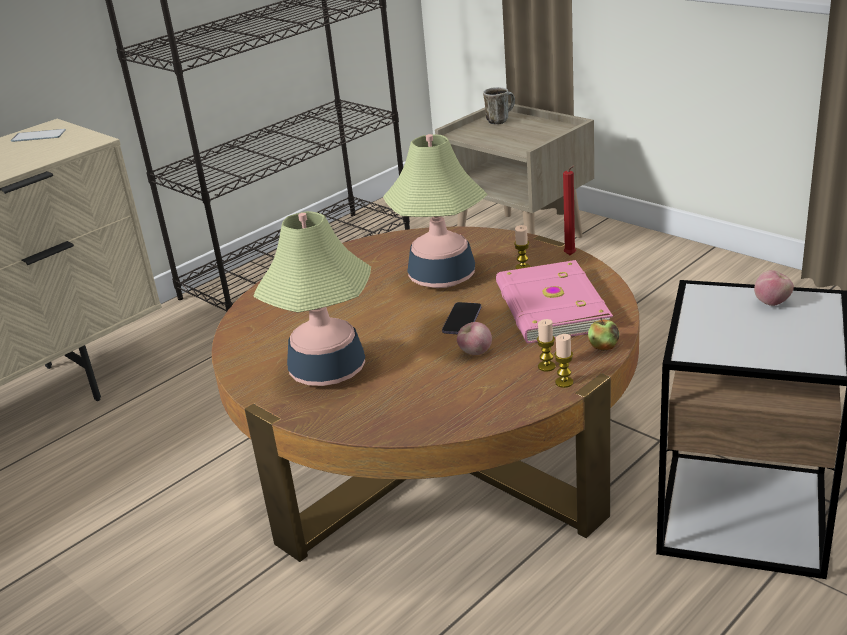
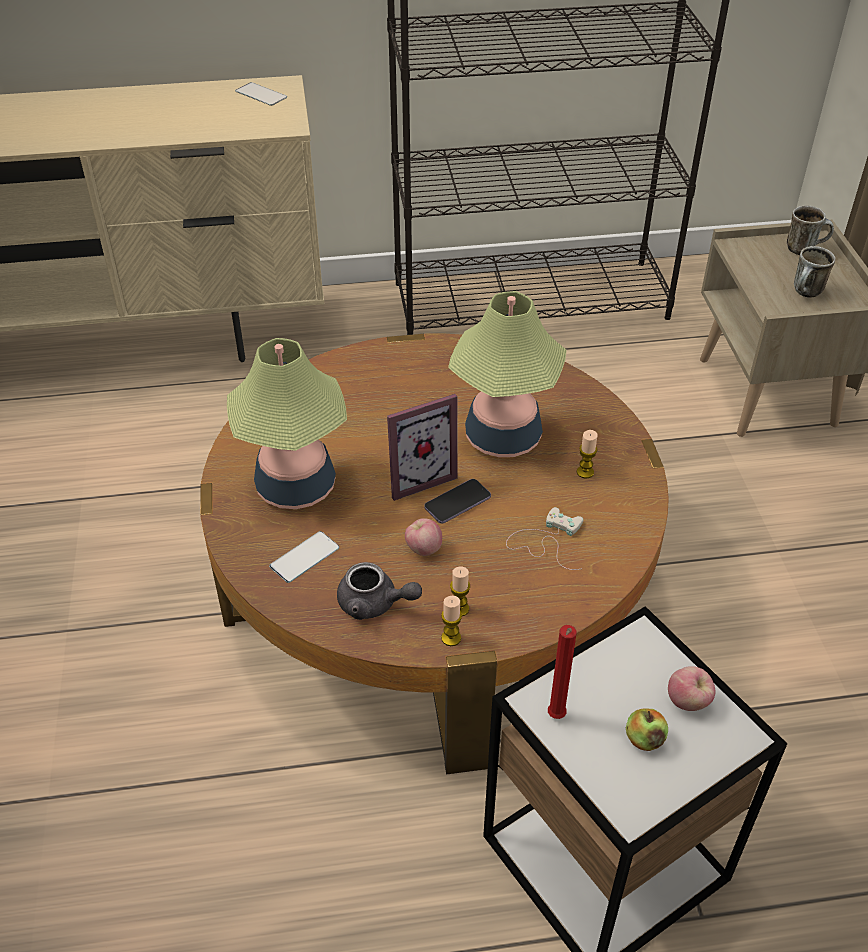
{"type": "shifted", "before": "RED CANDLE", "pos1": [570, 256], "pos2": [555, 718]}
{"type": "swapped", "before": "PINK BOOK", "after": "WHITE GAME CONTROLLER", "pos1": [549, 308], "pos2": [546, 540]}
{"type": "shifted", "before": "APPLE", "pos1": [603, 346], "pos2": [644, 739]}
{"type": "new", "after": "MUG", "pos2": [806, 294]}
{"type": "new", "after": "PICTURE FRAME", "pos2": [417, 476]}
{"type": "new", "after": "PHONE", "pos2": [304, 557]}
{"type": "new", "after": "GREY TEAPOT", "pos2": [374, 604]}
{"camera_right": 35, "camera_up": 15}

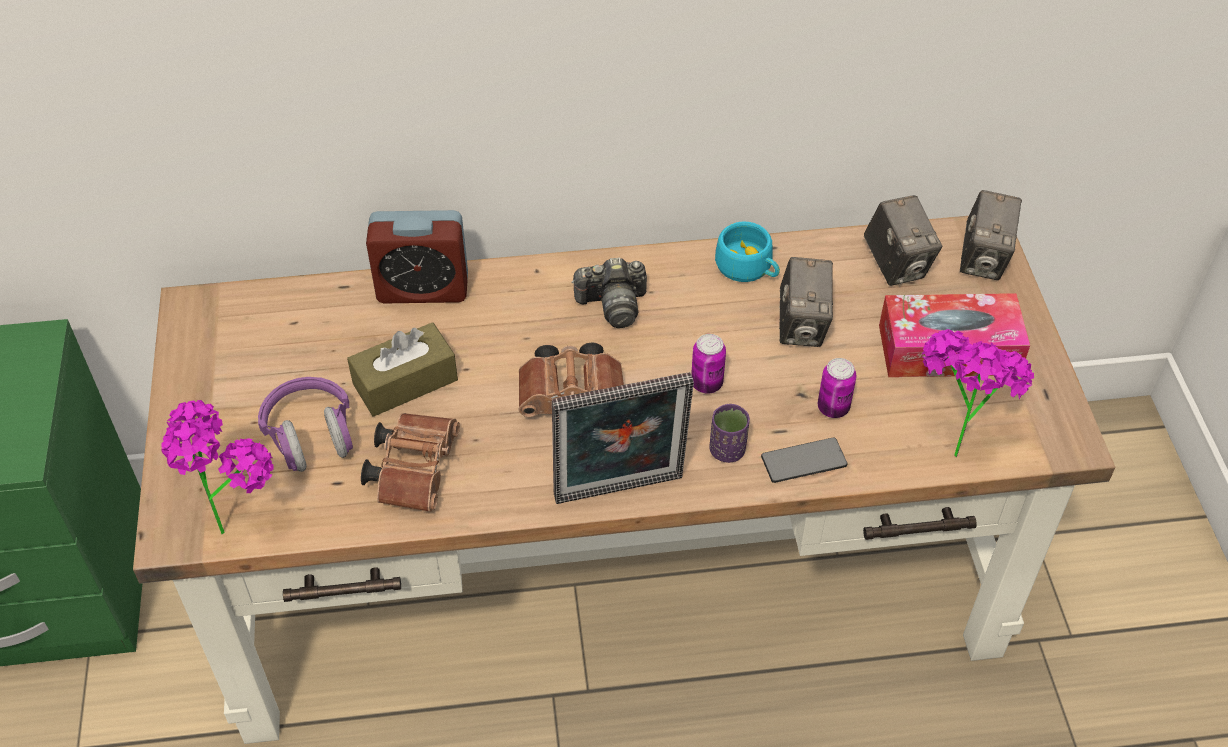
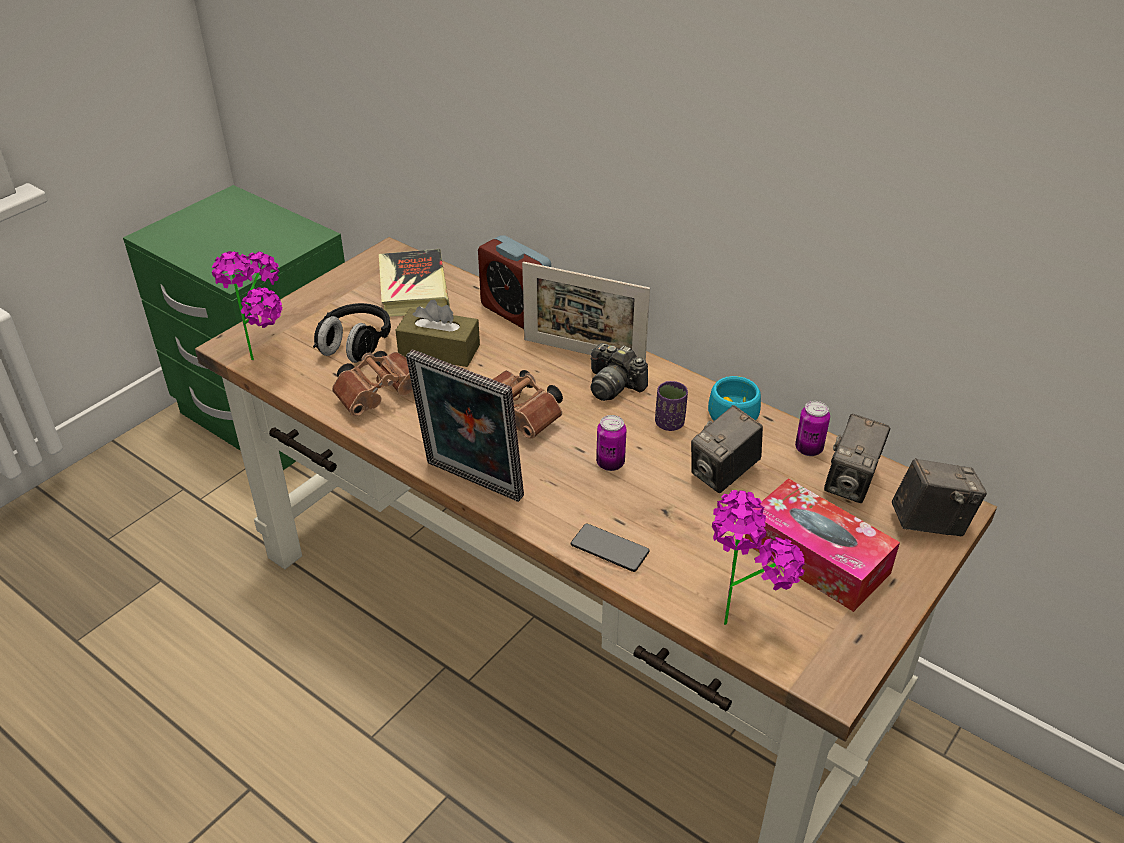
{"type": "rotated", "before": "PHOTO CAMERA", "pos1": [983, 260], "pos2": [929, 523], "turn": -150}
{"type": "shifted", "before": "CAN", "pos1": [833, 408], "pos2": [808, 449]}
{"type": "repainted", "before": "PURPLE HEADPHONES", "after": "BLACK HEADPHONES", "pos1": [311, 437], "pos2": [355, 345]}
{"type": "shifted", "before": "PURPLE CUP", "pos1": [727, 450], "pos2": [669, 423]}
{"type": "new", "after": "BOOK", "pos2": [413, 289]}
{"type": "new", "after": "PICTURE FRAME", "pos2": [583, 353]}
{"camera_right": 45, "camera_up": -10}

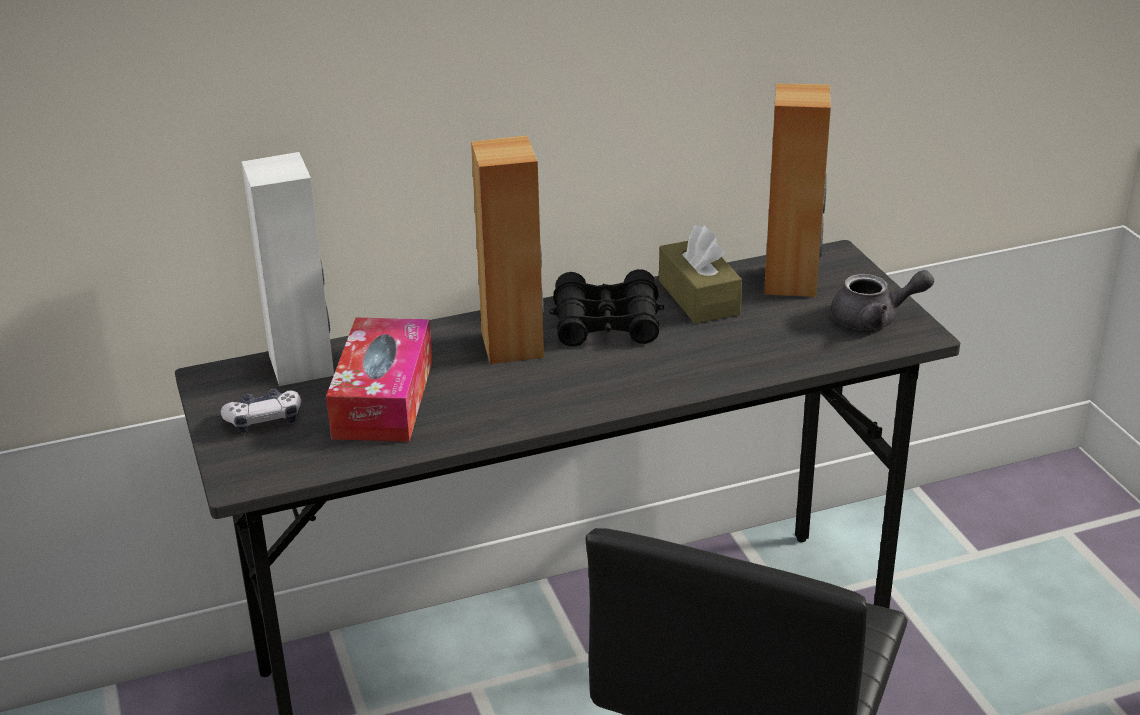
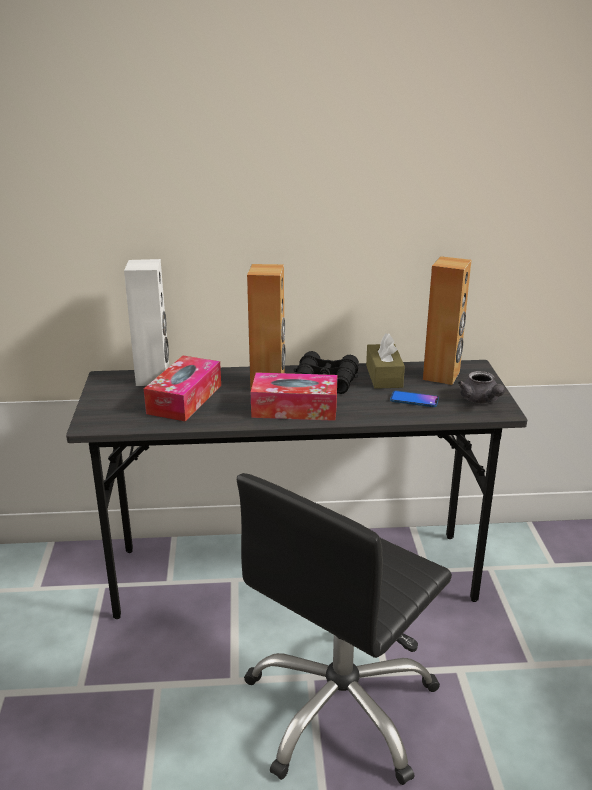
{"type": "rotated", "before": "GREY TEAPOT", "pos1": [874, 319], "pos2": [481, 400], "turn": 60}
{"type": "gone", "before": "GAME CONTROLLER", "pos1": [264, 420]}
{"type": "new", "after": "TISSUE BOX", "pos2": [294, 408]}
{"type": "new", "after": "PHONE", "pos2": [414, 400]}
{"camera_right": 15, "camera_up": -5}

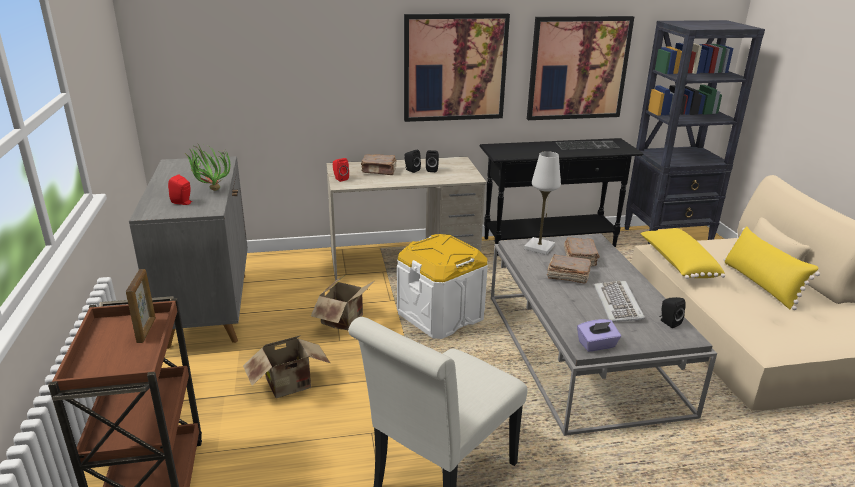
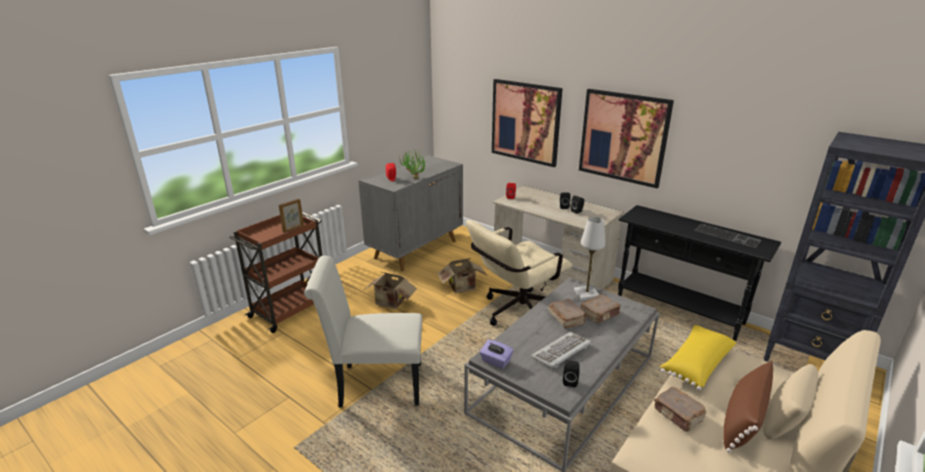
{"type": "shifted", "before": "PICTURE", "pos1": [578, 68], "pos2": [525, 122]}
{"type": "shifted", "before": "BROWN BOOK", "pos1": [379, 171], "pos2": [678, 415]}
{"type": "repainted", "before": "YELLOW PILLOW", "after": "BROWN PILLOW", "pos1": [760, 284], "pos2": [743, 420]}
{"type": "swapped", "before": "WHITE STORAGE BOX", "after": "BEIGE OFFICE CHAIR", "pos1": [440, 315], "pos2": [516, 313]}
{"camera_right": 50, "camera_up": 0}

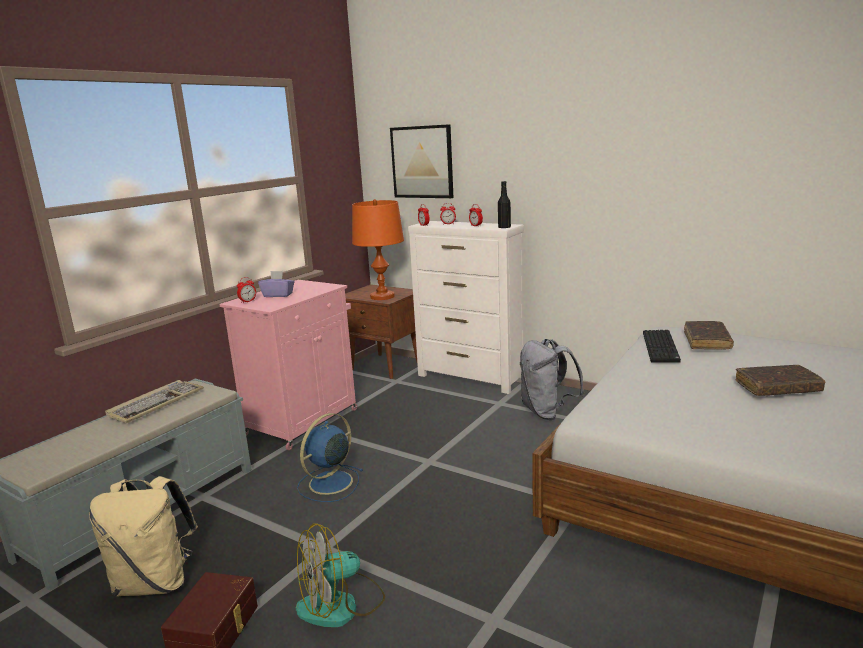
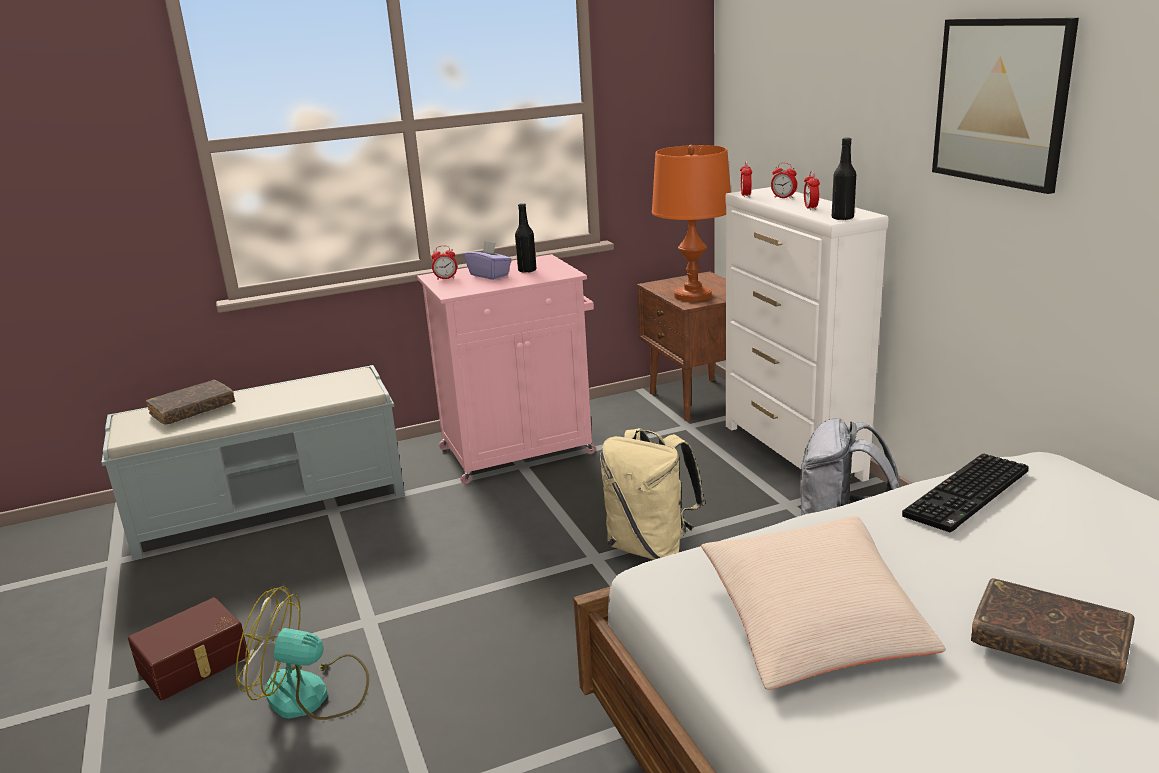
{"type": "shifted", "before": "PICTURE", "pos1": [422, 162], "pos2": [1001, 102]}
{"type": "shifted", "before": "BROWN BOOK", "pos1": [707, 341], "pos2": [193, 410]}
{"type": "gone", "before": "KEYBOARD", "pos1": [156, 404]}
{"type": "gone", "before": "BLUE FAN", "pos1": [329, 483]}
{"type": "shifted", "before": "BEIGE BACKPACK", "pos1": [155, 582], "pos2": [650, 547]}
{"type": "new", "after": "BLACK BOTTLE", "pos2": [527, 270]}
{"type": "new", "after": "BEIGE PILLOW", "pos2": [814, 626]}
{"camera_right": 35, "camera_up": 5}

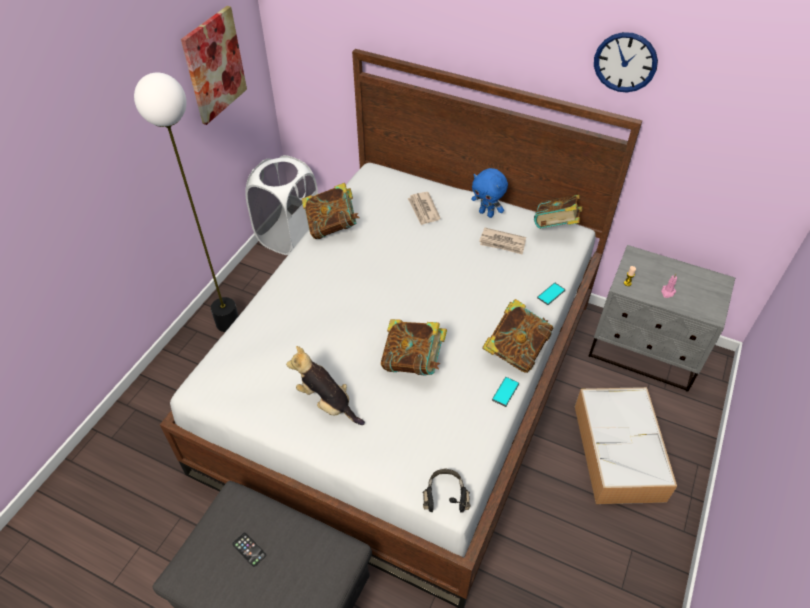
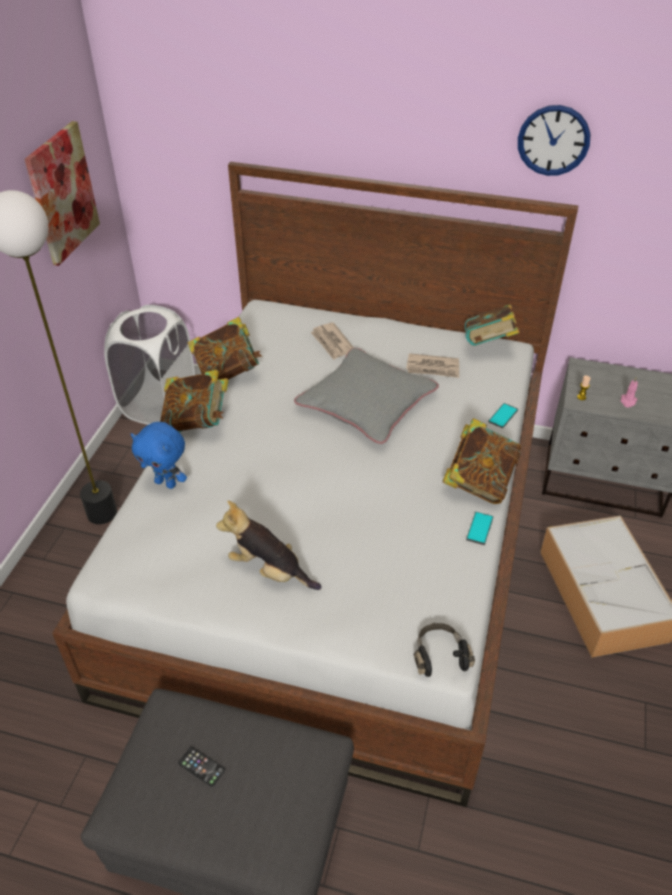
{"type": "shifted", "before": "BLUE PLUSH TOY", "pos1": [487, 213], "pos2": [166, 483]}
{"type": "shifted", "before": "BOOK", "pos1": [413, 362], "pos2": [197, 422]}
{"type": "new", "after": "GREY PILLOW", "pos2": [366, 403]}
{"camera_right": -10, "camera_up": -5}

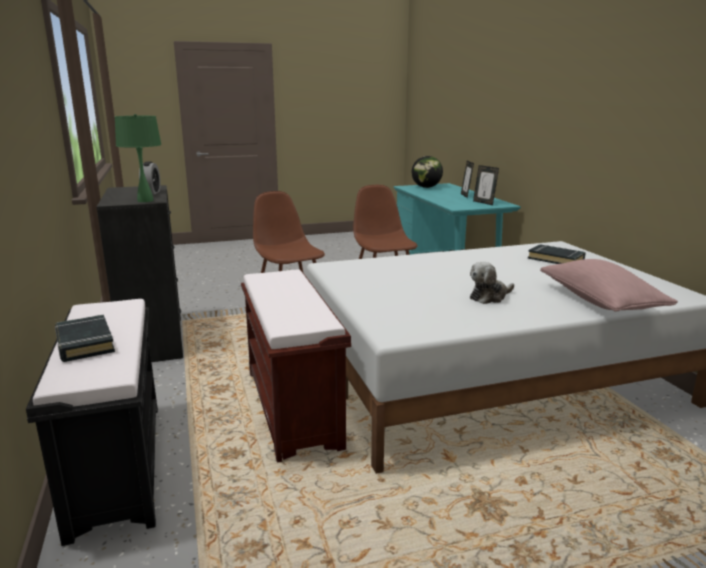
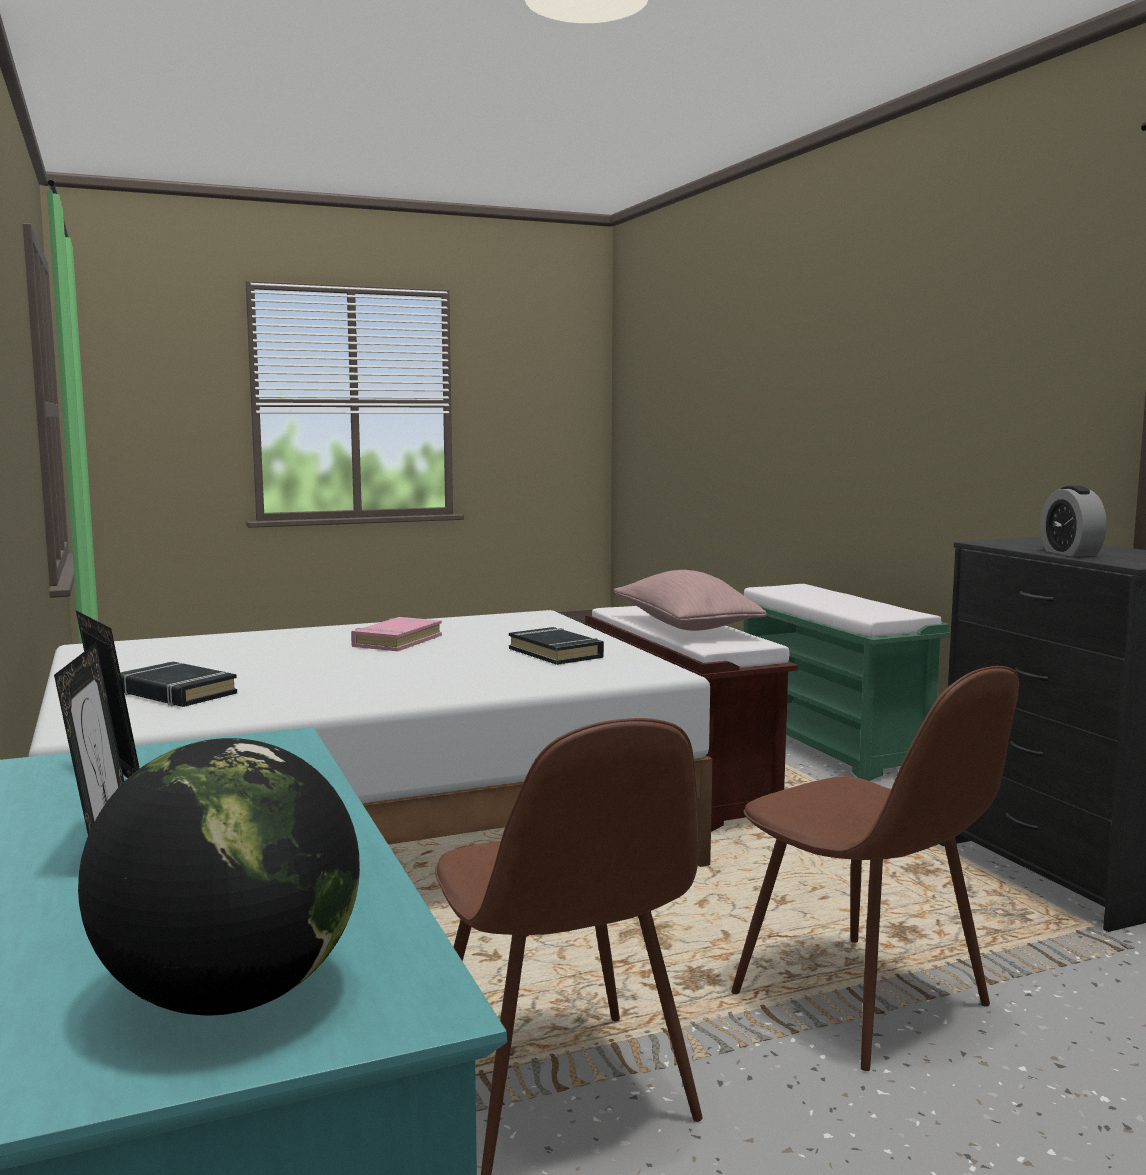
{"type": "gone", "before": "GREEN TABLE LAMP", "pos1": [145, 200]}
{"type": "shifted", "before": "PINK PILLOW", "pos1": [600, 302], "pos2": [685, 627]}
{"type": "swapped", "before": "PLUSH TOY", "after": "PINK BOOK", "pos1": [489, 297], "pos2": [396, 641]}
{"type": "repainted", "before": "BLACK BENCH", "after": "GREEN BENCH", "pos1": [117, 464], "pos2": [831, 746]}
{"type": "shifted", "before": "BLACK BOOK", "pos1": [84, 343], "pos2": [556, 653]}
{"camera_right": 175, "camera_up": -10}

